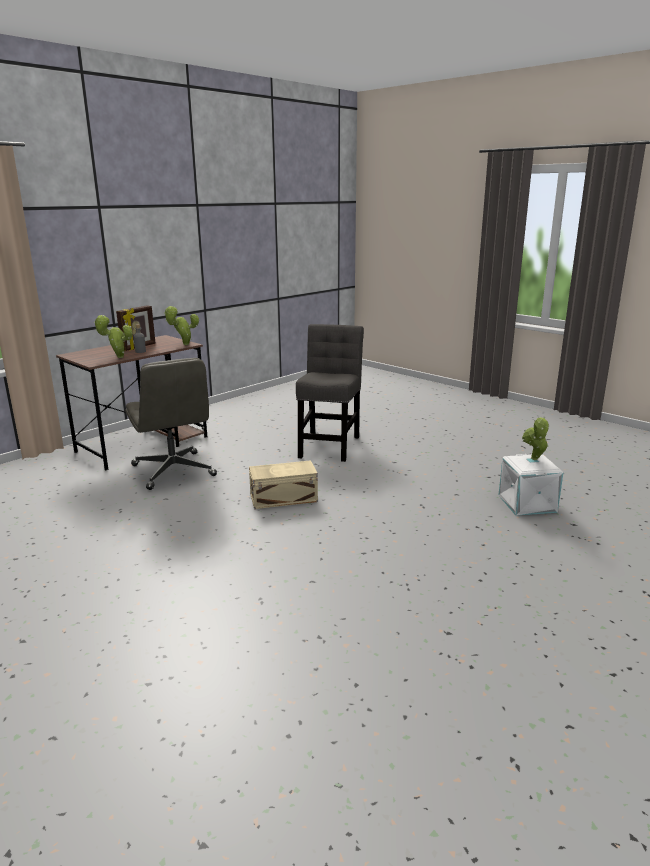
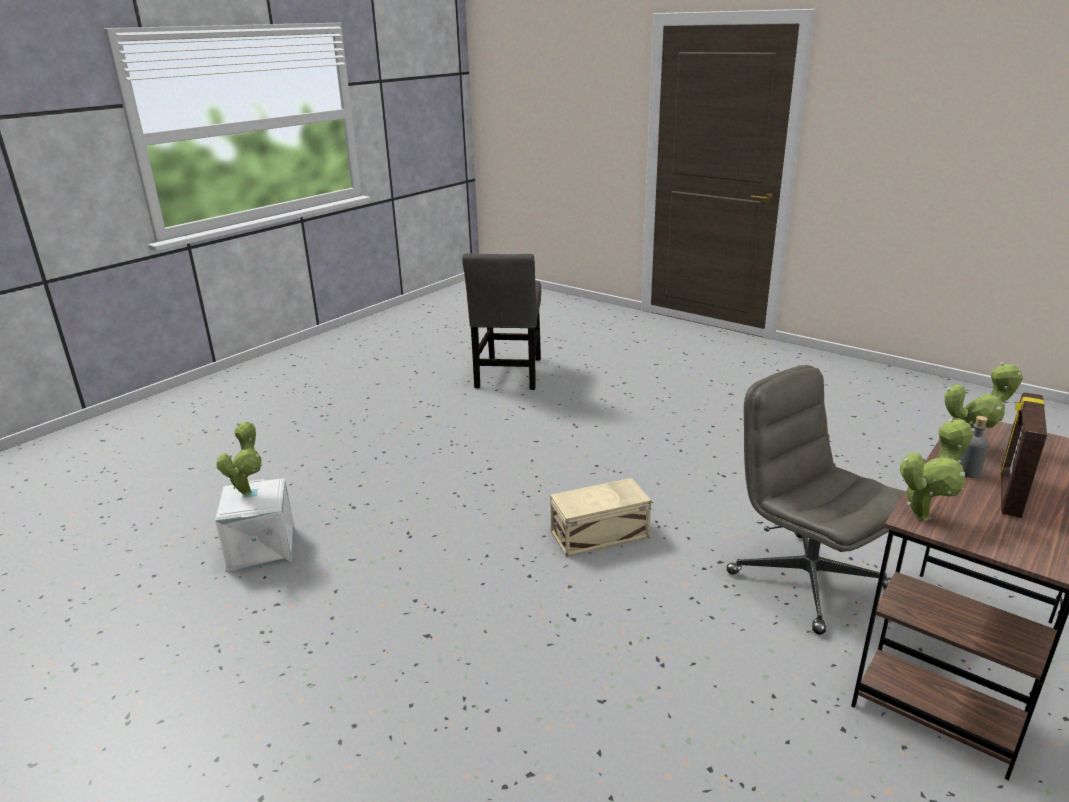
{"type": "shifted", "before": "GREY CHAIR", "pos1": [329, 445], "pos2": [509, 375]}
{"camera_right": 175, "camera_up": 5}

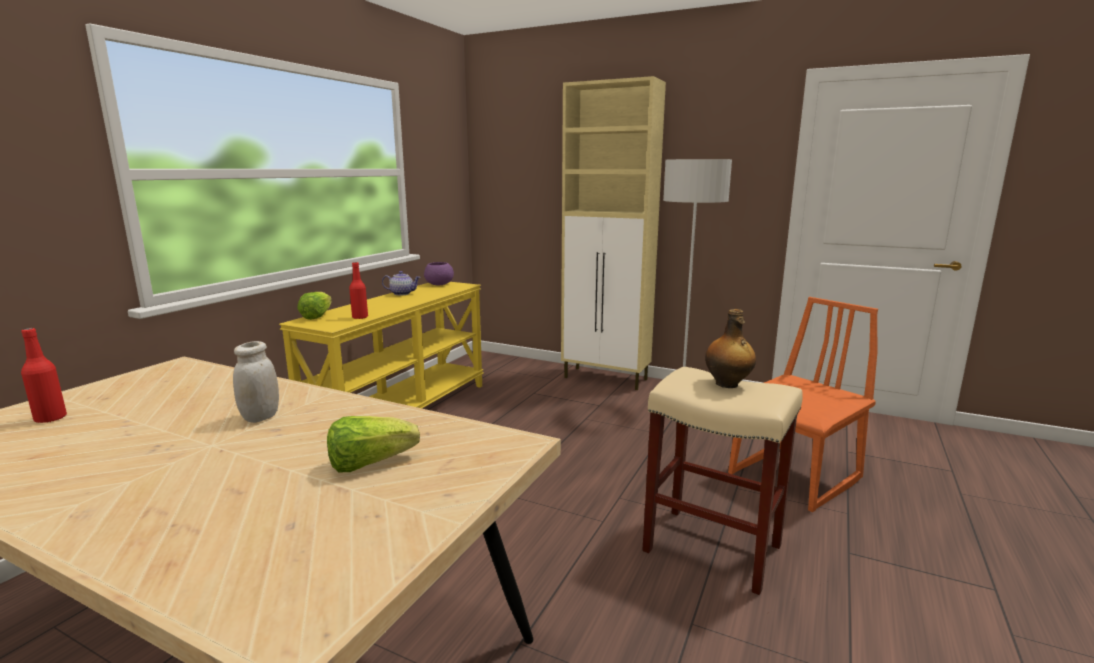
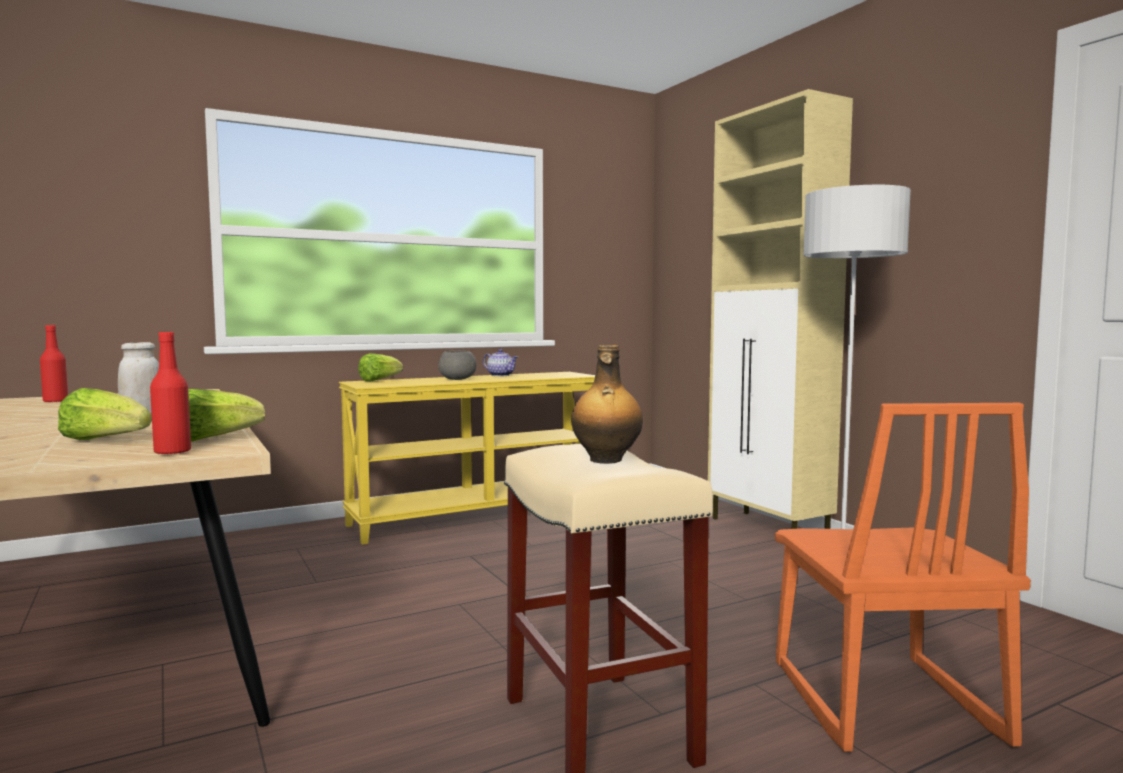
{"type": "shifted", "before": "RED BOTTLE", "pos1": [360, 317], "pos2": [172, 452]}
{"type": "gone", "before": "PURPLE BOWL", "pos1": [438, 284]}
{"type": "rotated", "before": "ORANGE CHAIR", "pos1": [795, 477], "pos2": [881, 703], "turn": 90}
{"type": "new", "after": "GREY BOWL", "pos2": [457, 379]}
{"type": "new", "after": "LETTUCE", "pos2": [213, 439]}
{"camera_right": 35, "camera_up": -10}

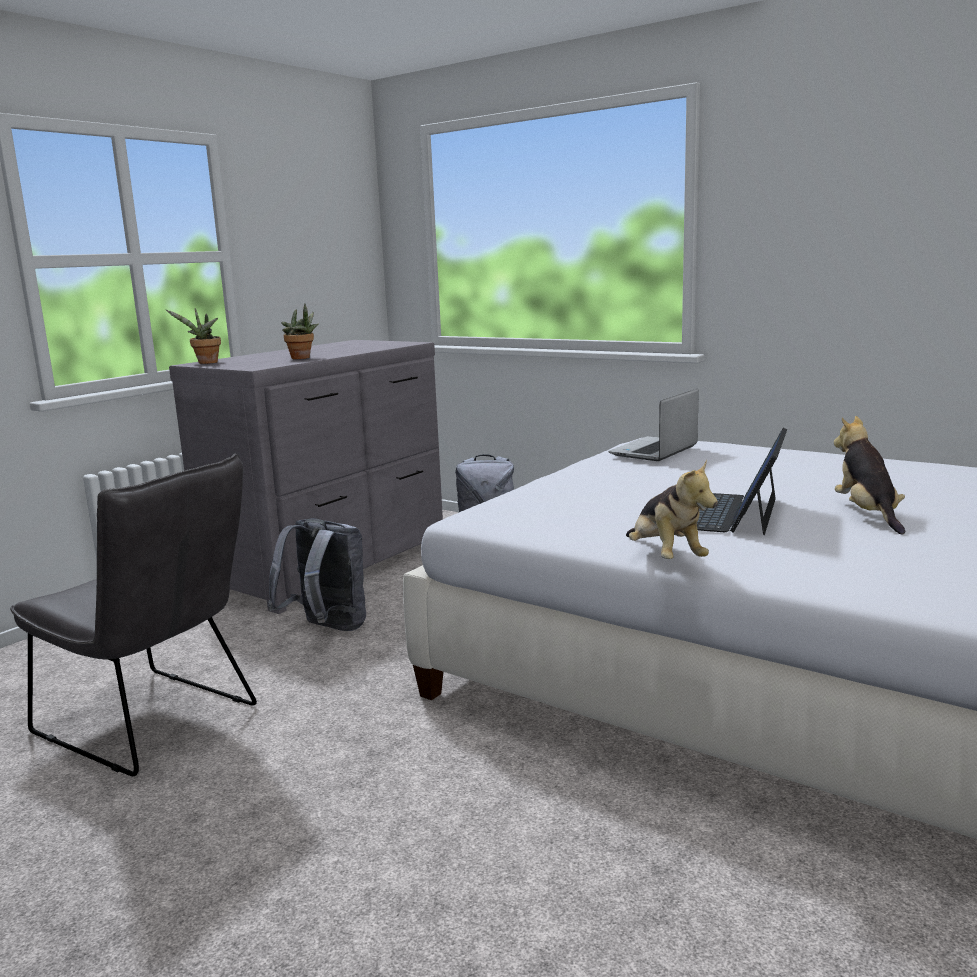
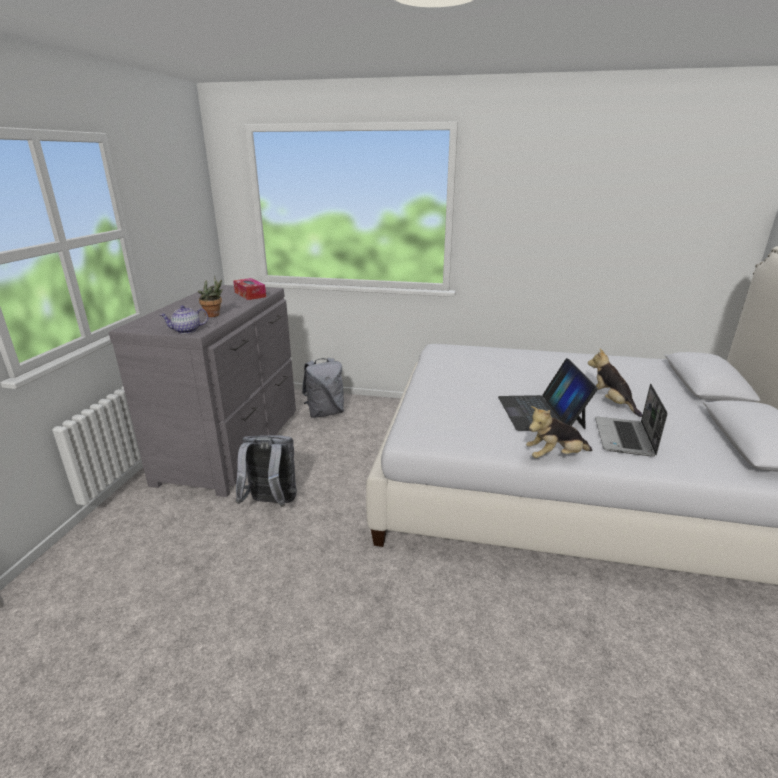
{"type": "gone", "before": "POTTED PLANT", "pos1": [205, 363]}
{"type": "shifted", "before": "LAPTOP", "pos1": [654, 451], "pos2": [625, 438]}
{"type": "gone", "before": "GREY CHAIR", "pos1": [155, 723]}
{"type": "rotated", "before": "PLUSH TOY", "pos1": [665, 557], "pos2": [555, 456], "turn": 120}
{"type": "new", "after": "TISSUE BOX", "pos2": [250, 294]}
{"type": "new", "after": "TEAPOT", "pos2": [186, 331]}
{"camera_right": -25, "camera_up": 10}

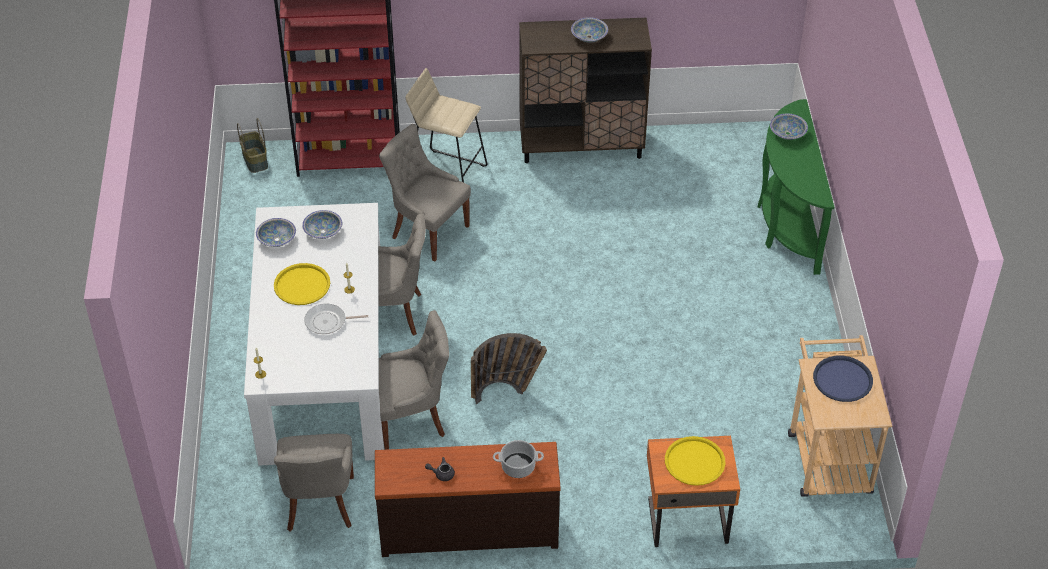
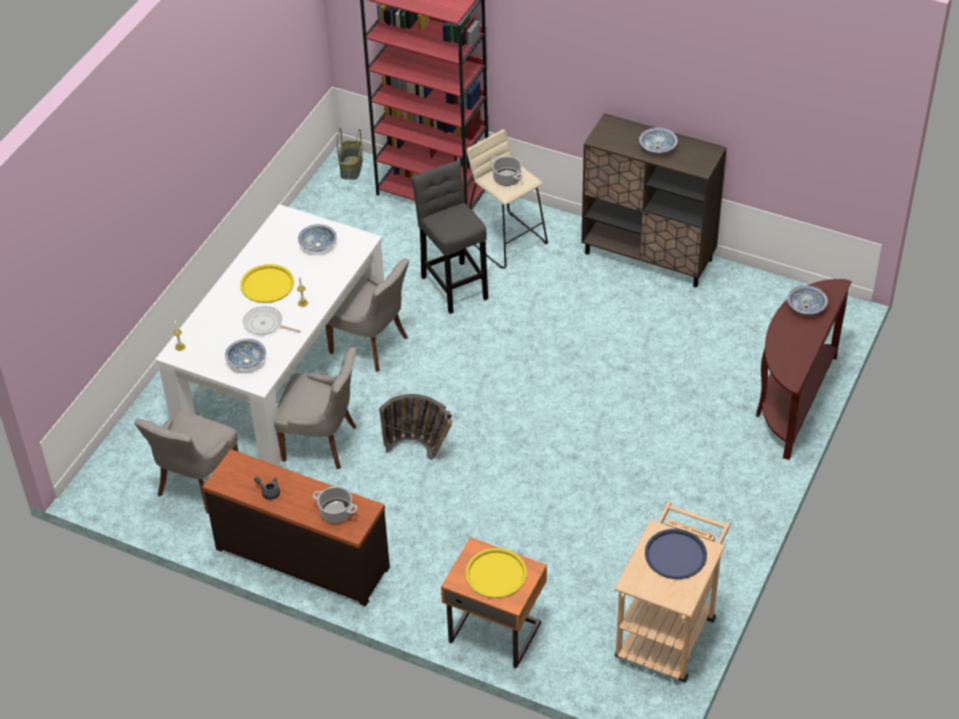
{"type": "repainted", "before": "GREEN CONSOLE TABLE", "after": "BROWN CONSOLE TABLE", "pos1": [787, 224], "pos2": [792, 400]}
{"type": "swapped", "before": "GREY CHAIR", "after": "GREY STOOL", "pos1": [428, 232], "pos2": [453, 284]}
{"type": "shifted", "before": "BOWL", "pos1": [276, 239], "pos2": [246, 361]}
{"type": "new", "after": "COOKING POT", "pos2": [506, 178]}
{"camera_right": 30, "camera_up": 0}

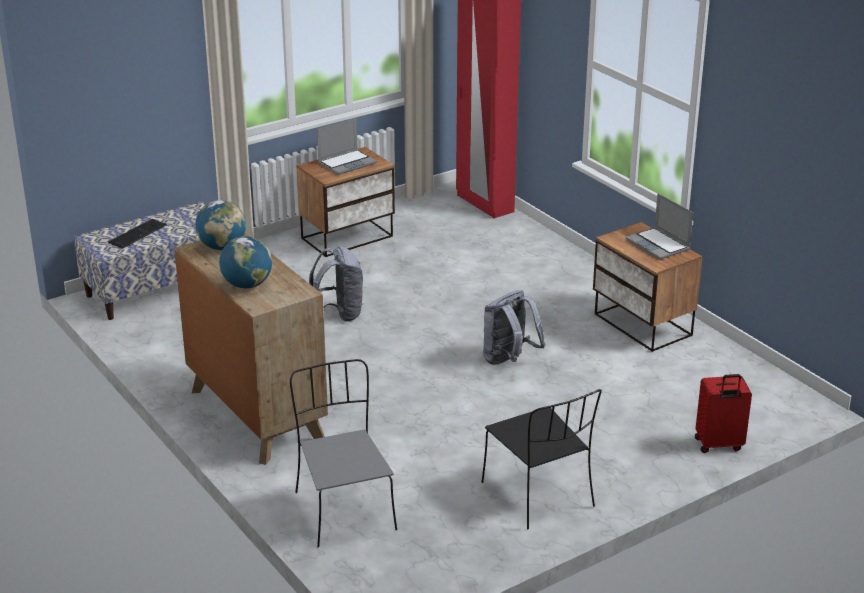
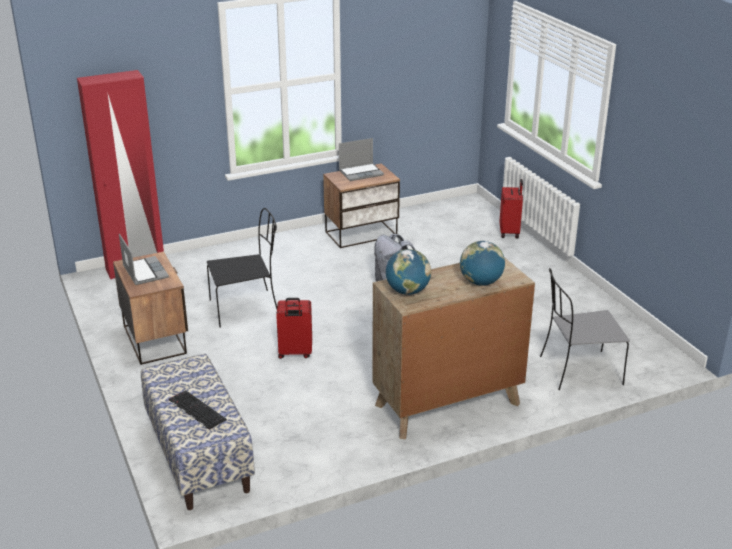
{"type": "swapped", "before": "GREY BACKPACK", "after": "RED SUITCASE", "pos1": [339, 313], "pos2": [295, 353]}
{"type": "shifted", "before": "BLACK CHAIR", "pos1": [539, 496], "pos2": [246, 308]}
{"camera_right": -80, "camera_up": 0}

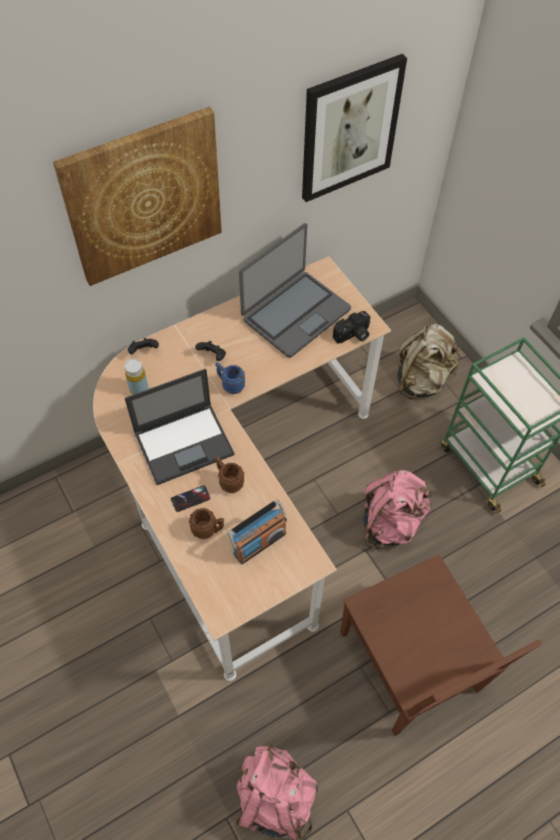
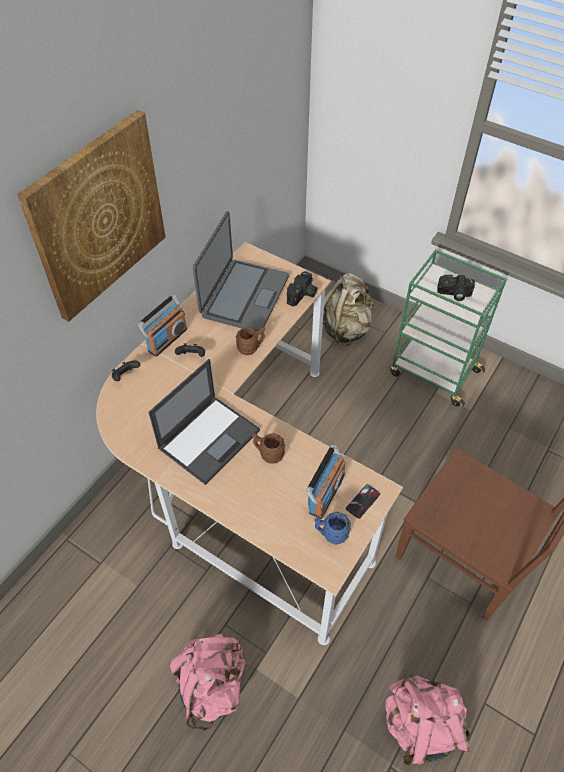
{"type": "gone", "before": "PICTURE", "pos1": [349, 129]}
{"type": "gone", "before": "YELLOW BOTTLE", "pos1": [139, 389]}
{"type": "shifted", "before": "BLUE MUG", "pos1": [230, 385], "pos2": [331, 534]}
{"type": "shifted", "before": "PINK BACKPACK", "pos1": [391, 522], "pos2": [212, 686]}
{"type": "shifted", "before": "PHONE", "pos1": [190, 499], "pos2": [363, 501]}
{"type": "shifted", "before": "BROWN MUG", "pos1": [208, 530], "pos2": [251, 348]}
{"type": "new", "after": "PHOTO CAMERA", "pos2": [454, 294]}
{"type": "new", "after": "RADIO", "pos2": [167, 339]}
{"camera_right": -25, "camera_up": -5}

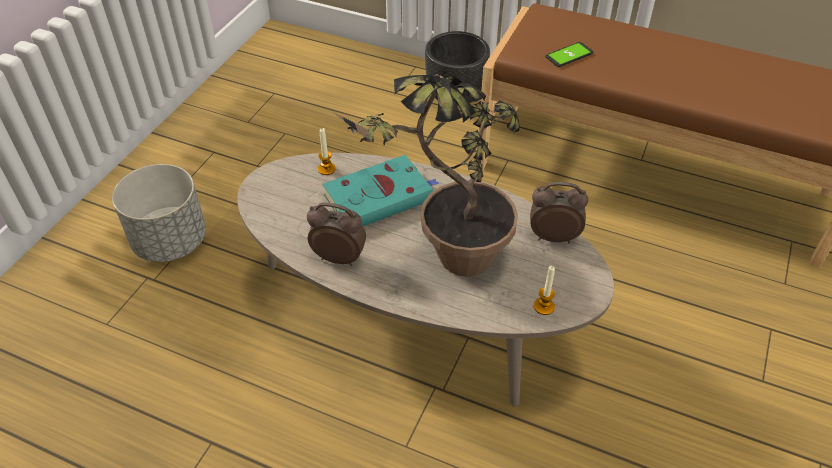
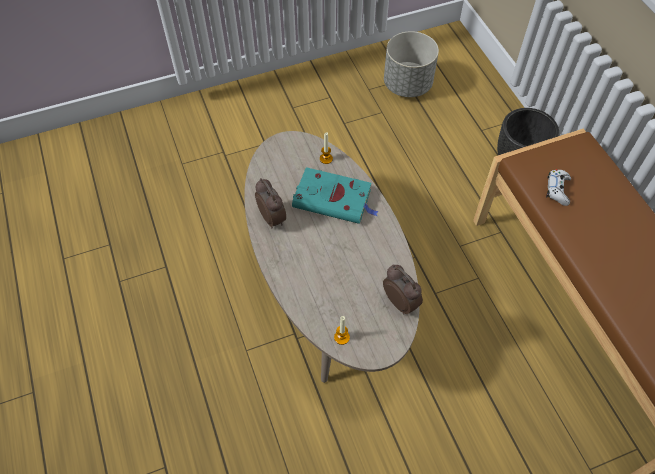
{"type": "swapped", "before": "PHONE", "after": "WHITE GAME CONTROLLER", "pos1": [569, 55], "pos2": [557, 190]}
{"type": "gone", "before": "POTTED PLANT", "pos1": [447, 263]}
{"type": "shifted", "before": "GREY PLANTER", "pos1": [170, 241], "pos2": [407, 84]}
{"camera_right": 45, "camera_up": 10}

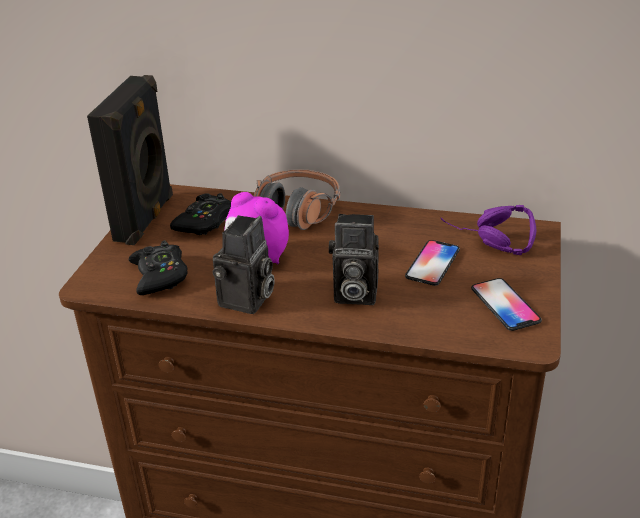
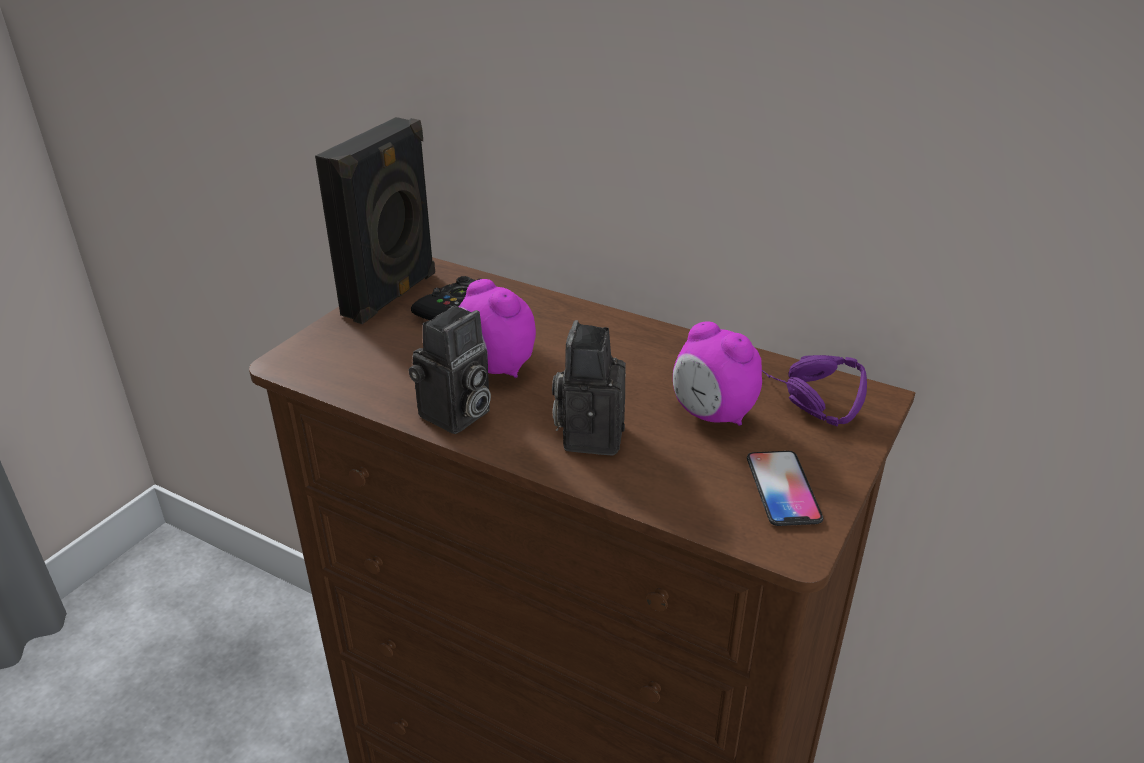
{"type": "gone", "before": "HEADPHONES", "pos1": [296, 211]}
{"type": "rotated", "before": "PHOTO CAMERA", "pos1": [353, 294], "pos2": [589, 434], "turn": 75}
{"type": "gone", "before": "BLACK GAME CONTROLLER", "pos1": [160, 276]}
{"type": "swapped", "before": "PHONE", "after": "ALARM CLOCK", "pos1": [432, 264], "pos2": [712, 415]}
{"camera_right": 15, "camera_up": 0}

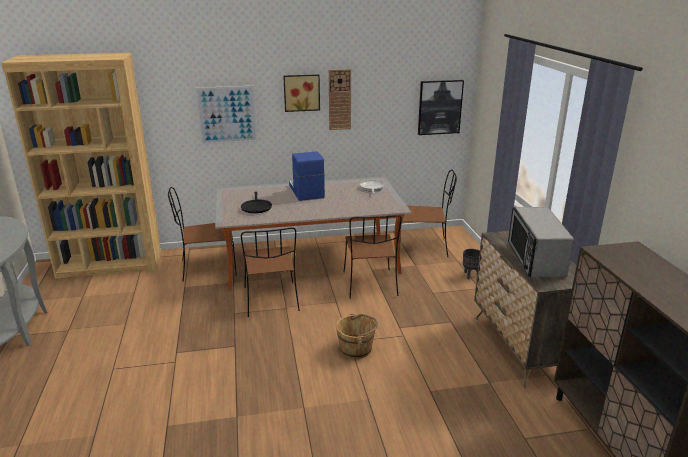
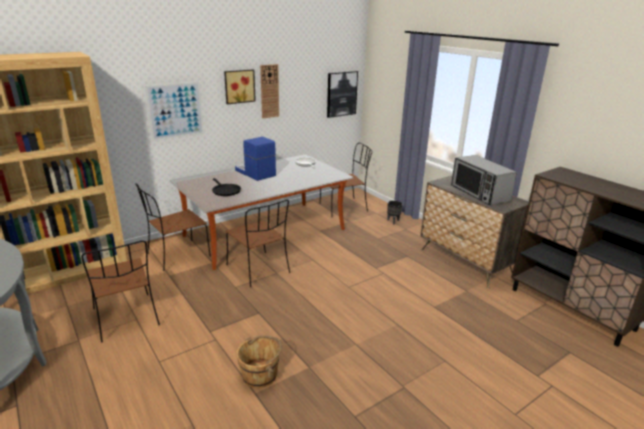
{"type": "shifted", "before": "BROWN CHAIR", "pos1": [370, 285], "pos2": [126, 318]}
{"type": "shifted", "before": "BROWN BUCKET", "pos1": [356, 349], "pos2": [260, 374]}
{"camera_right": -25, "camera_up": 0}

